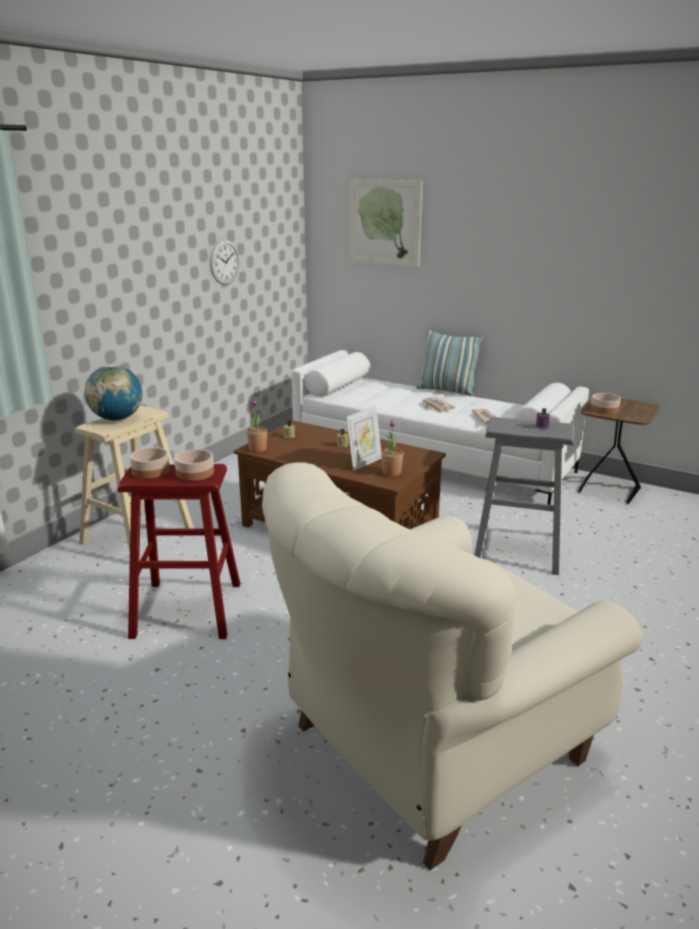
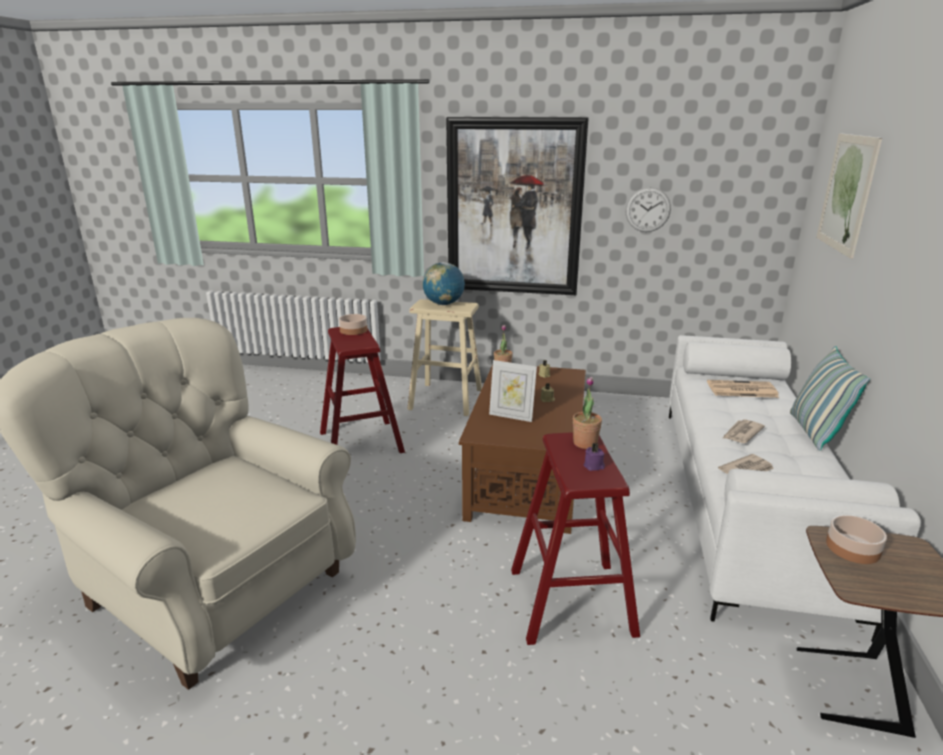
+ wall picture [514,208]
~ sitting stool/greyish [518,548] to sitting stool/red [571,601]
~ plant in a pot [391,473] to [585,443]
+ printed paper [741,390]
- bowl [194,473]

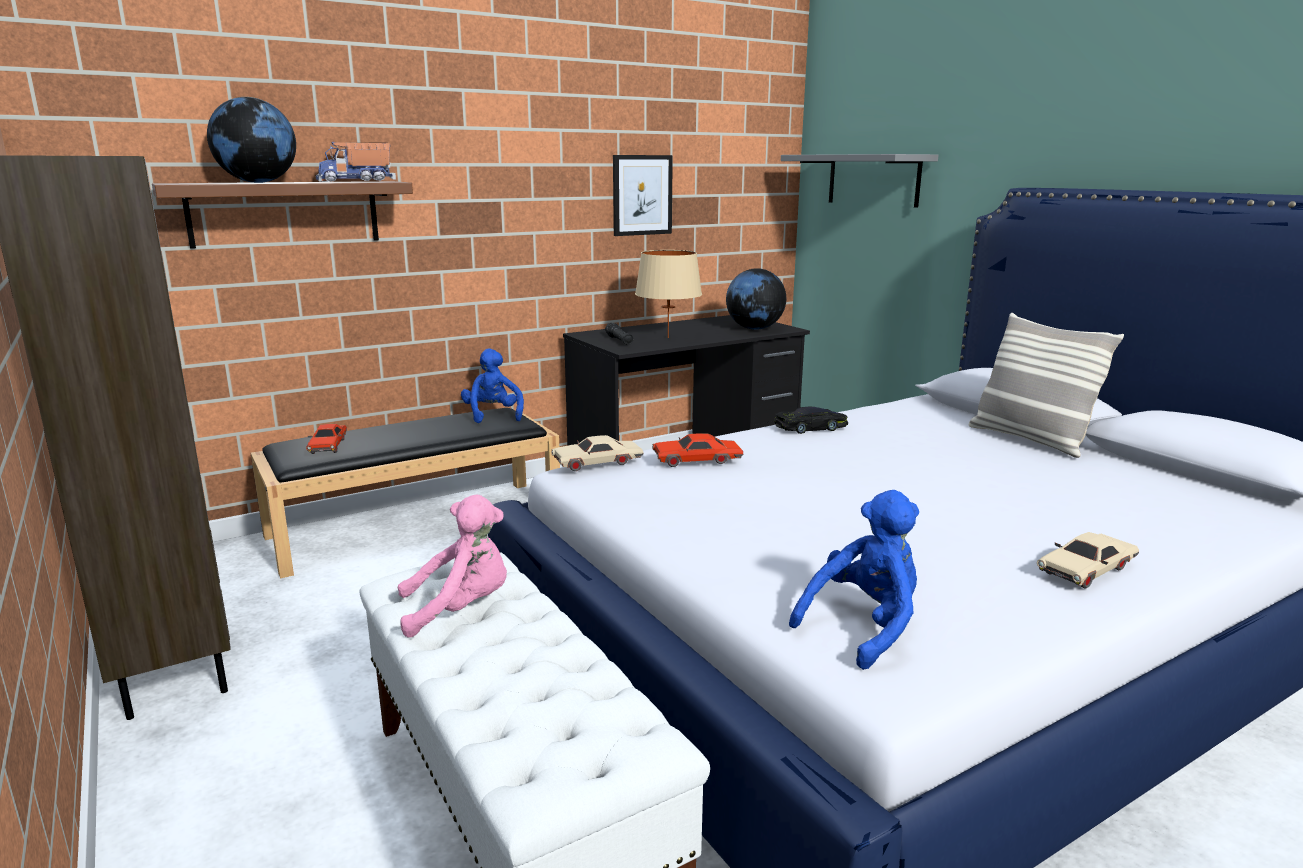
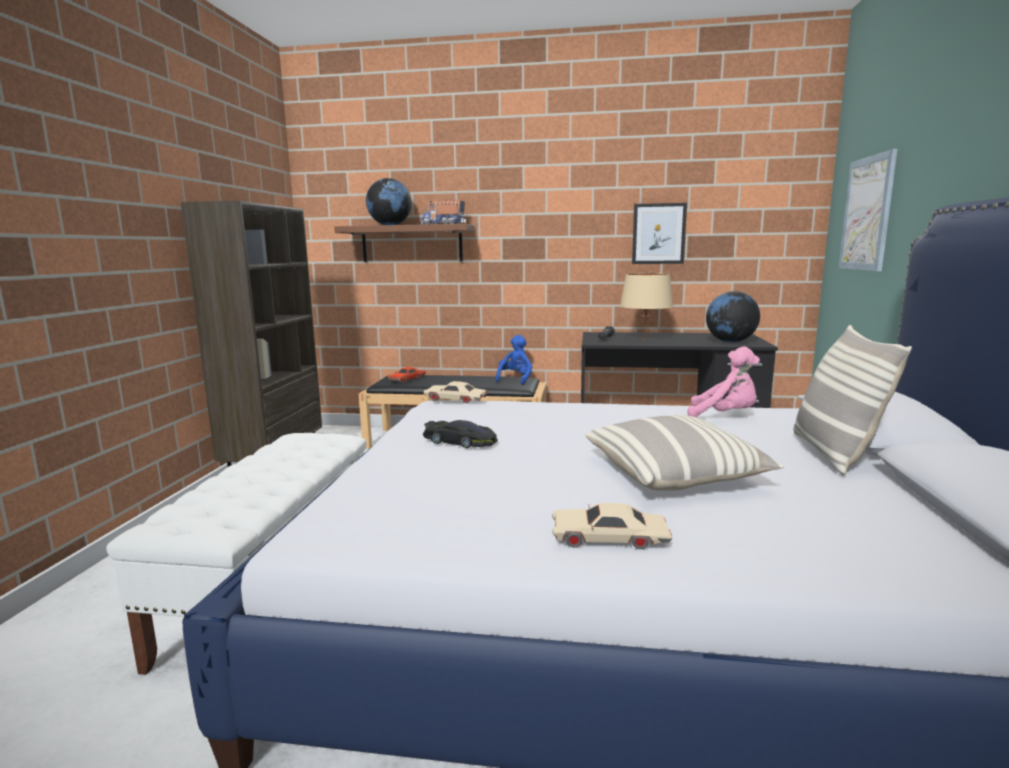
~ model car/black-coloured [811,427] to [460,441]
+ throw pillow [675,475]
~ soft toy/pinkish [460,609] to [724,416]
~ bracket shelf/greyish [873,180] to wall picture [867,214]
- model car/red [697,460]
- soft toy/blue-coloured [863,627]

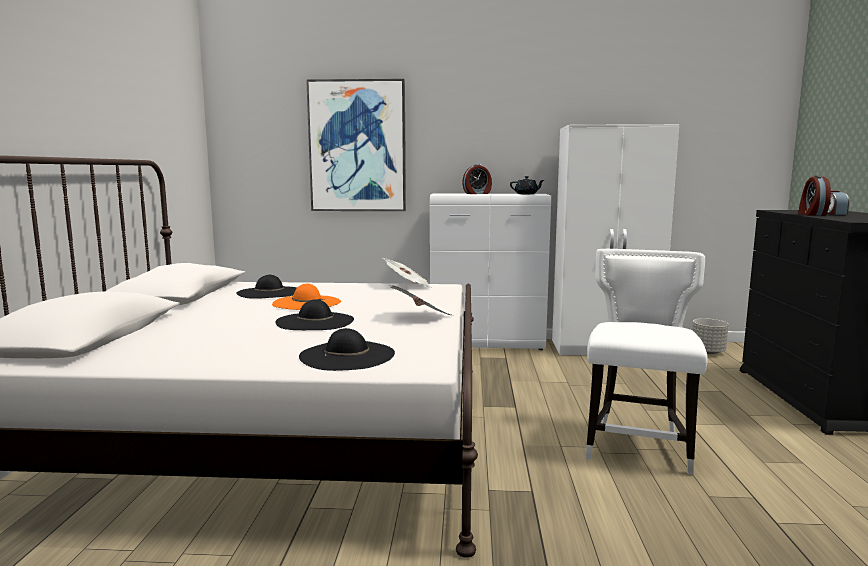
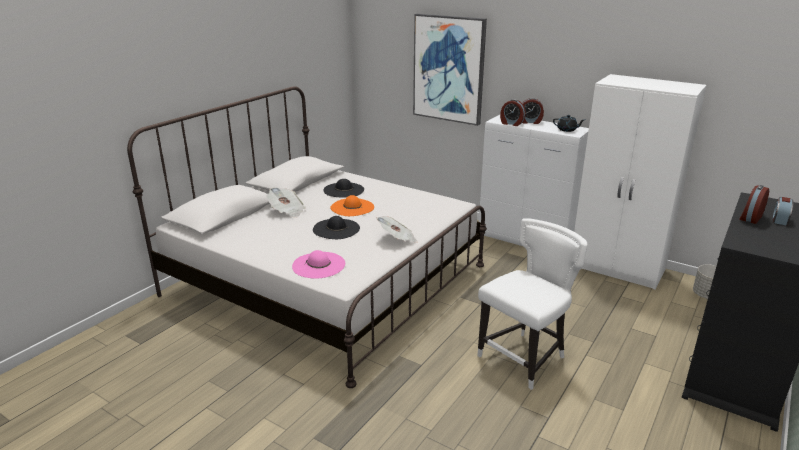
~ printed paper [408,286] to [287,211]
~ clothing hat/black-coloured [347,355] to clothing hat/pinkish [319,265]
+ bedside clock [511,123]

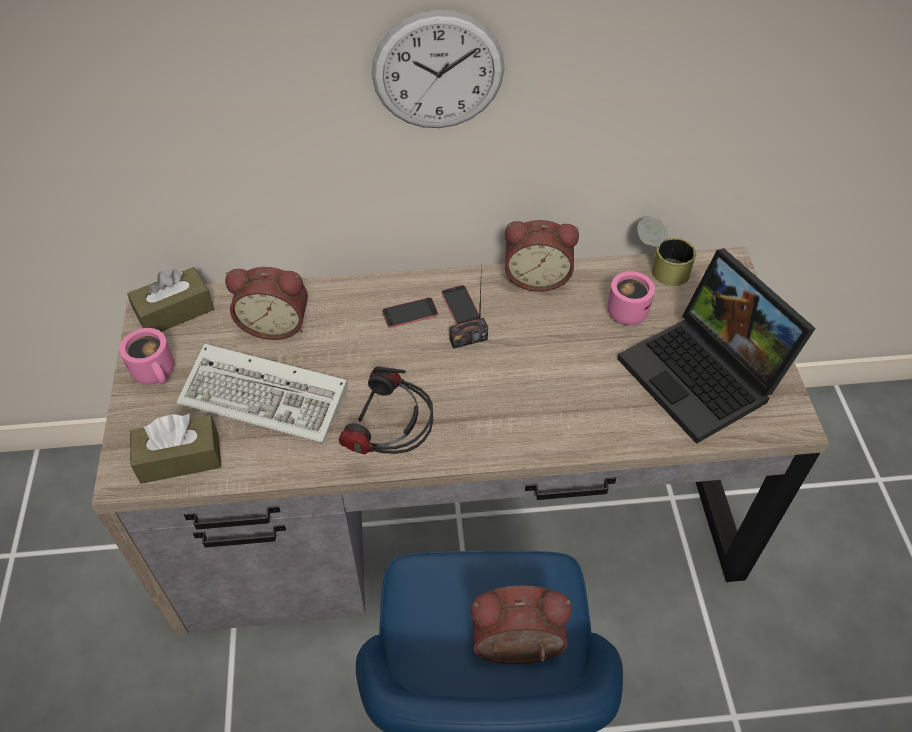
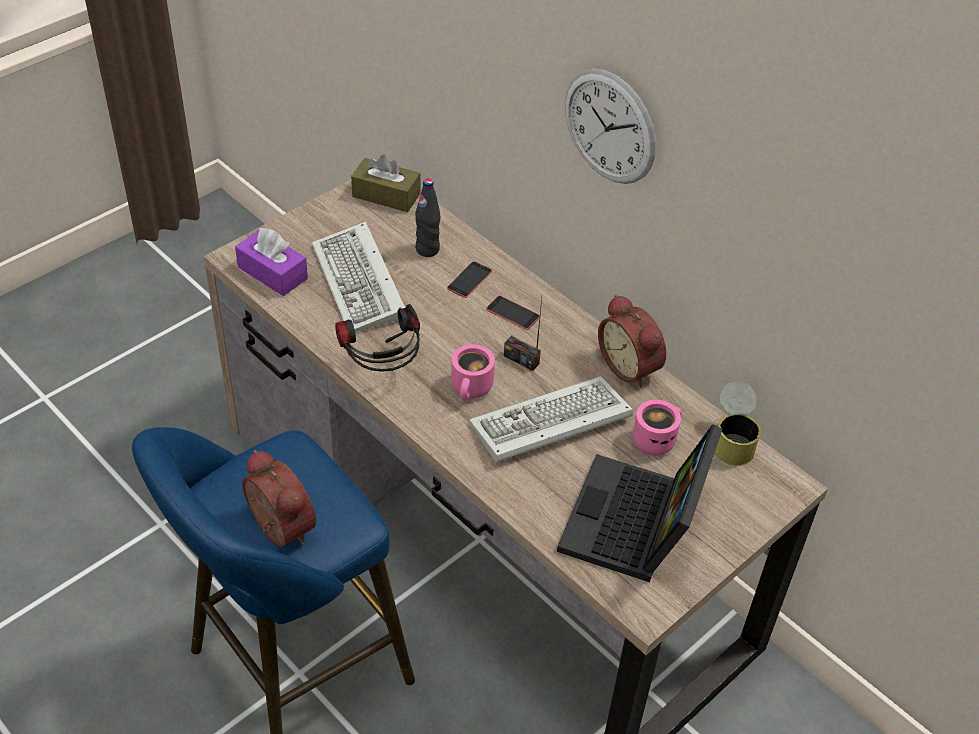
~ tissue box/brownish [180,458] to tissue box/purplish [272,273]
~ bedside clock [276,324] to drink bottle/black-coloured [427,249]
~ handset [461,306] to [469,280]
~ coffee mug/pinkish [157,372] to [472,389]
+ PC keyboard [547,425]

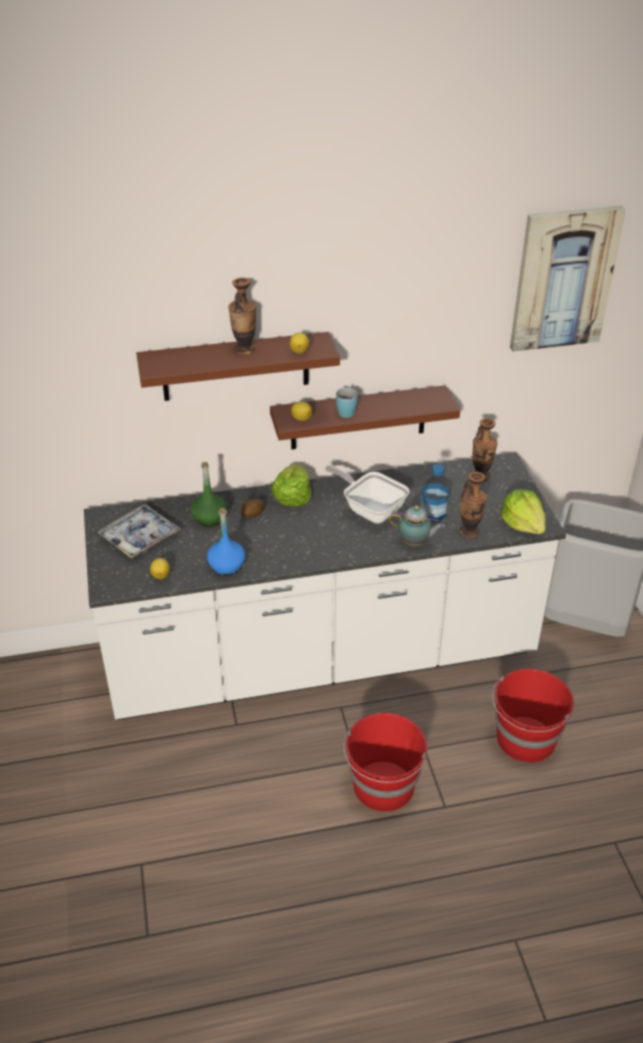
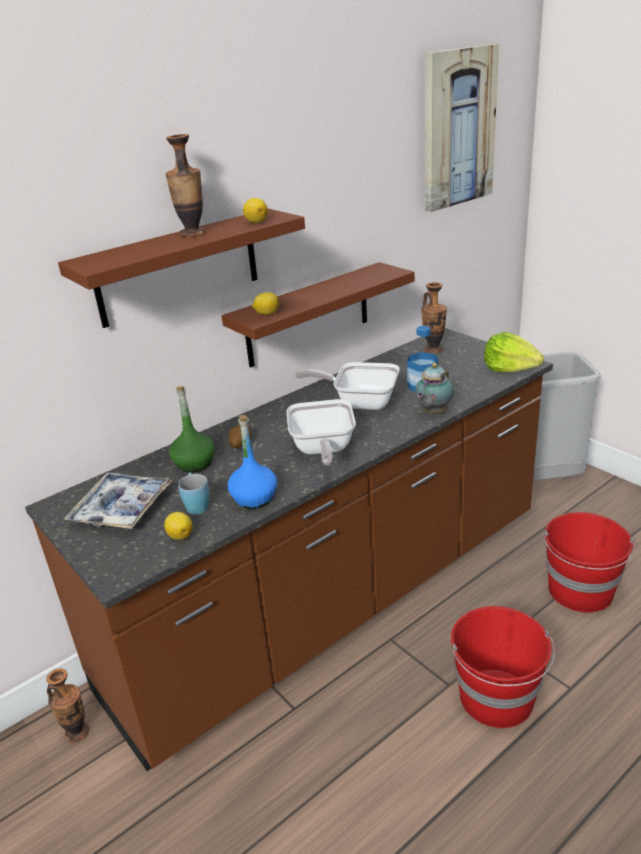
~ counter/whitish [321,658] to counter/brownish [334,601]
~ flower vase [469,531] to [77,732]
~ coffee mug/blue-coloured [347,410] to [196,504]
+ pan [322,450]
~ pot for tea [415,543] = [432,412] 135 degrees clockwise
- lettuce [292,497]

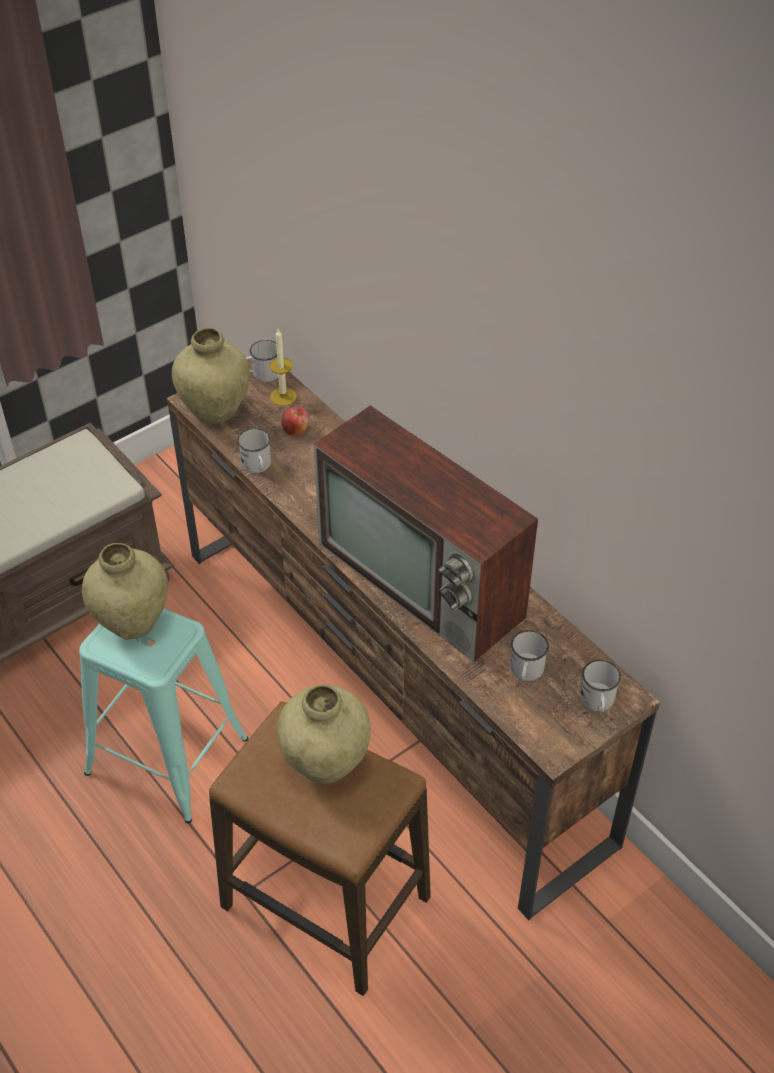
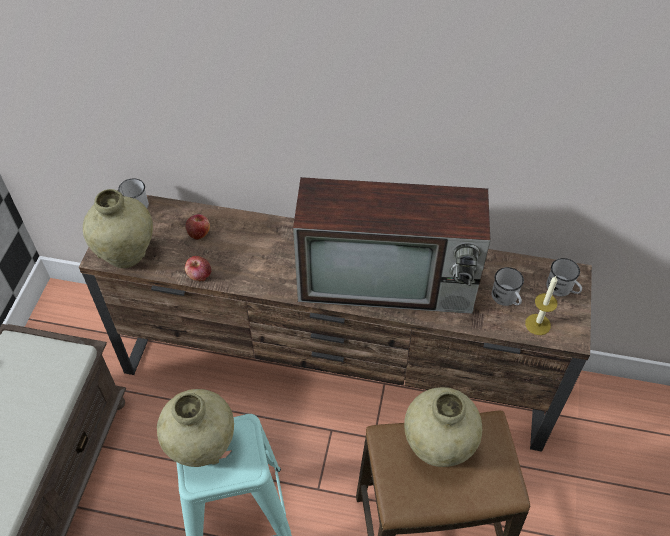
~ coffee mug/whitish [257,466] to apple fruit [199,275]
~ wax light [283,396] to [537,324]

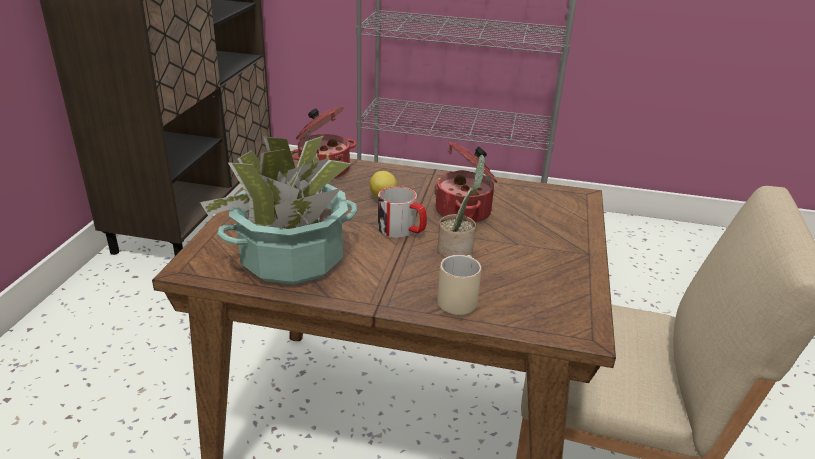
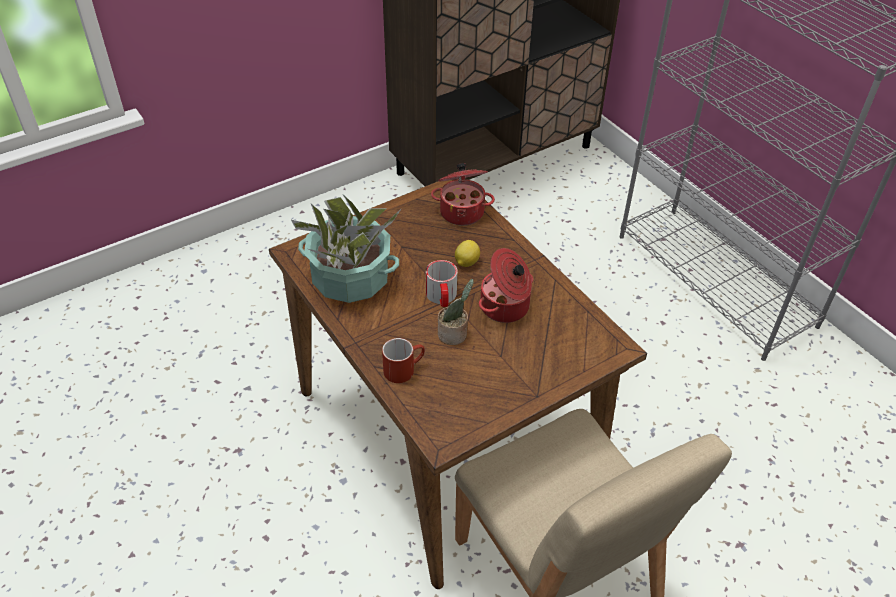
~ coffee mug/beige-coloured [458,298] to coffee mug/red [404,368]

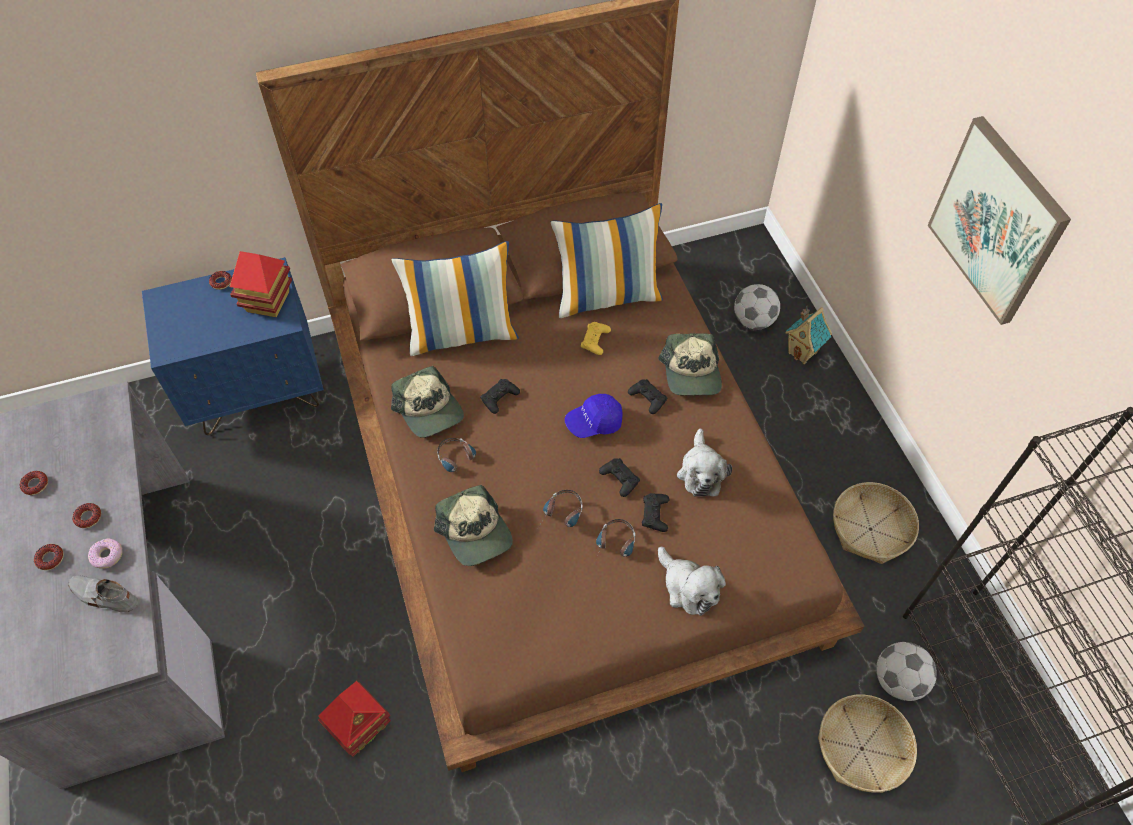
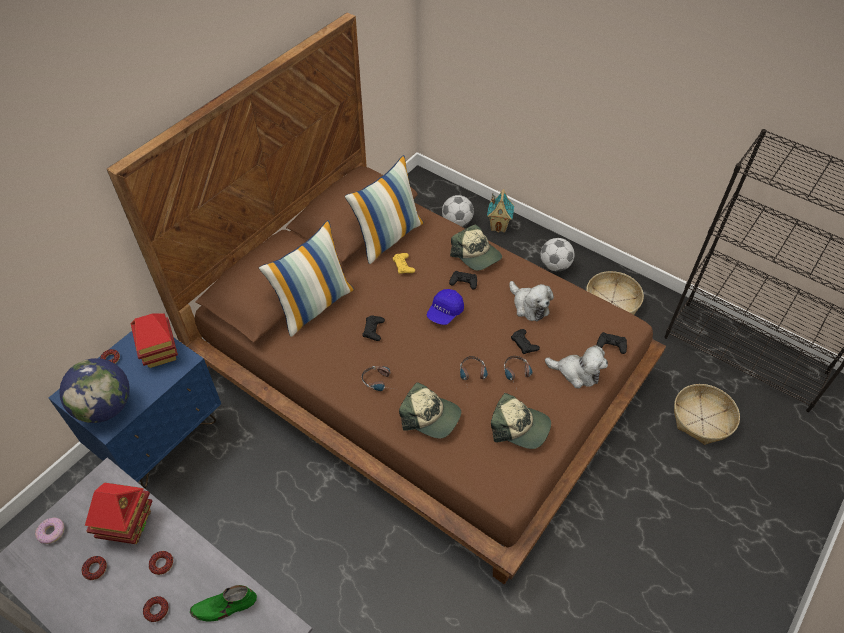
~ doughnut [107,556] to [52,532]
+ world globe [105,407]
~ model house [360,727] to [128,524]
~ shoe/greyish [104,596] to shoe/greenish [224,606]
~ cap [429,410] to [519,427]
~ football [898,680] to [555,265]
~ joypad/black-coloured [619,479] to [611,345]
- wall picture [996,221]

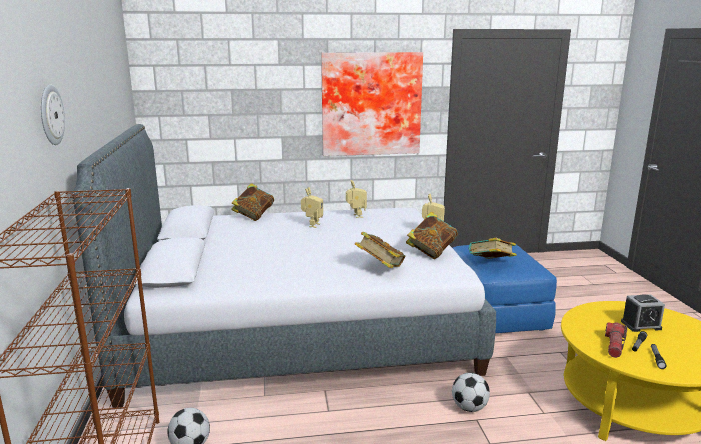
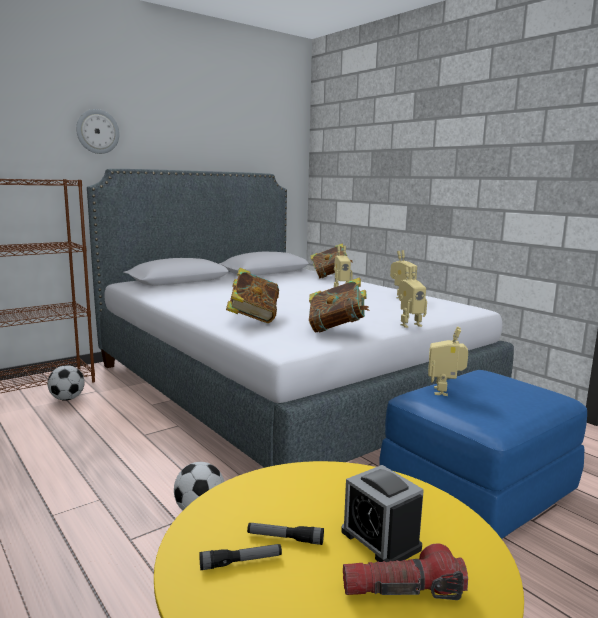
~ flashlight [614,346] to [403,590]
~ bound book [491,264] to toy robot [445,392]
- wall picture [371,104]

